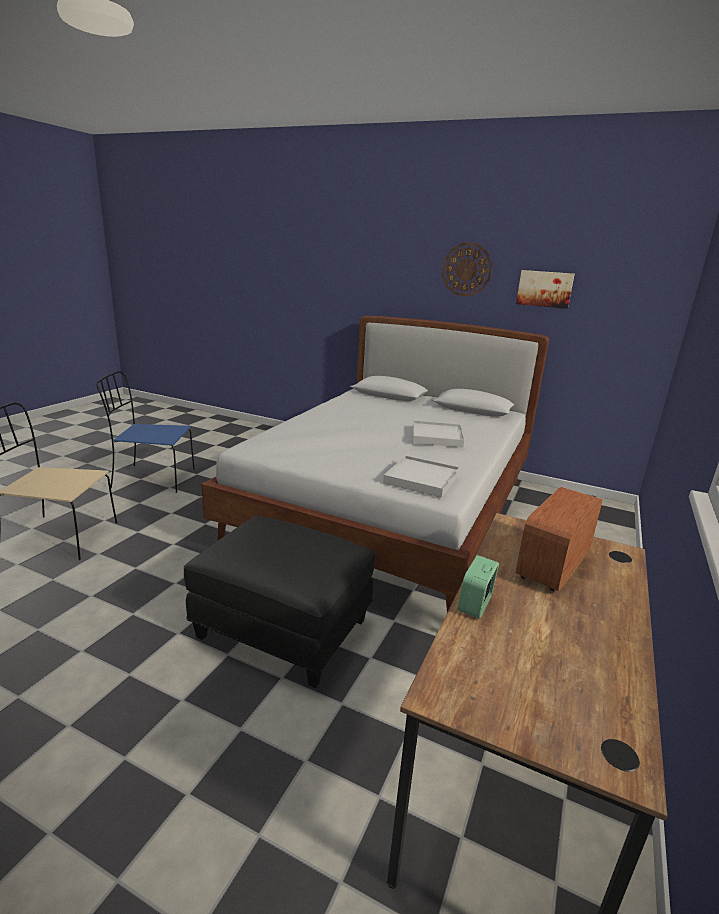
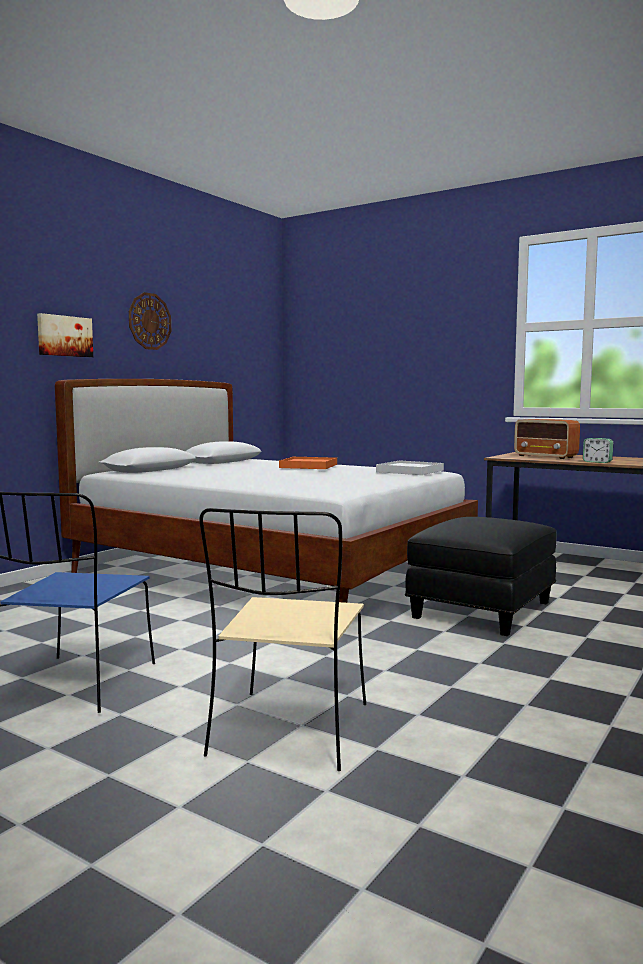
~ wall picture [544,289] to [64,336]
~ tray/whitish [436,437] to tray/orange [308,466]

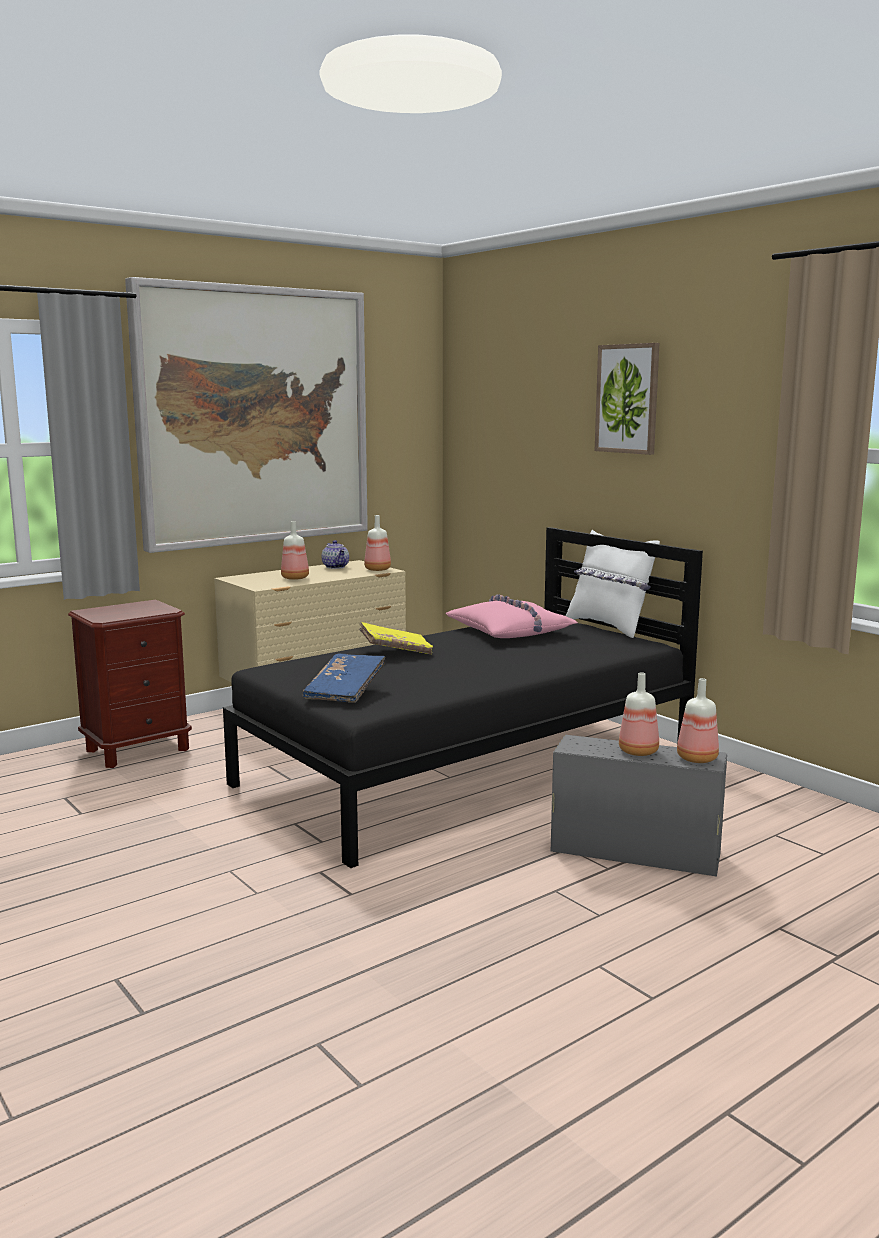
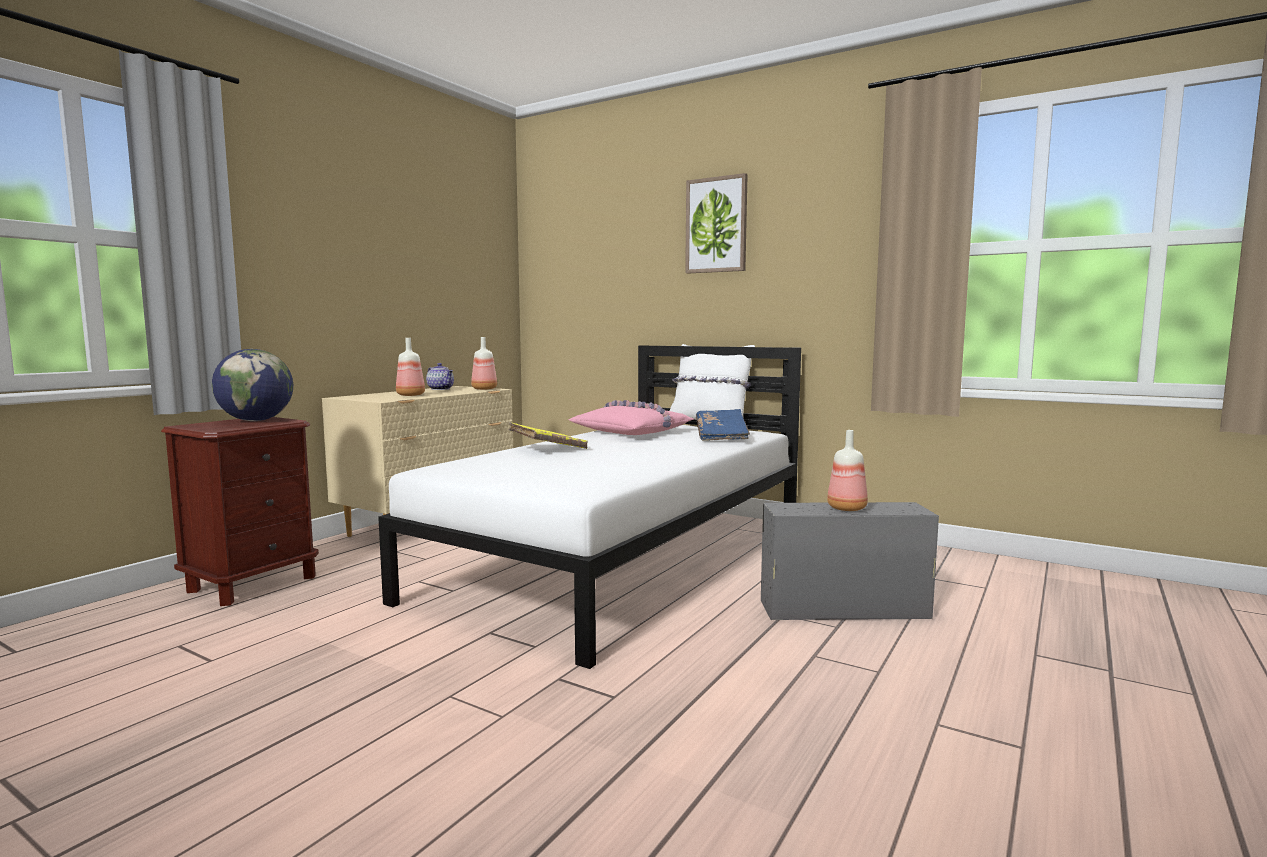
+ world globe [256,420]
~ bedroom bed/black-coloured [469,767] to bedroom bed/whitish [624,558]
~ bound book/blue-coloured [345,691] to [721,436]
- wall picture [254,416]
- drink bottle [695,759]

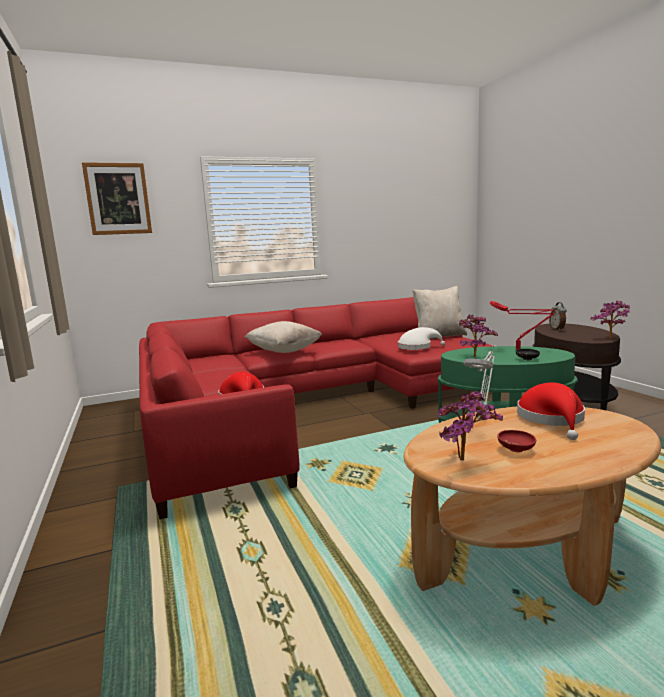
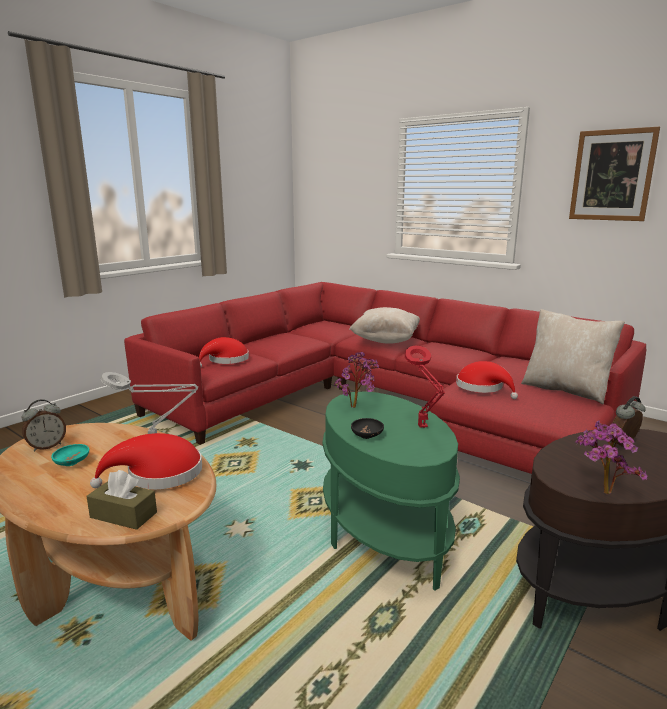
~ plant in a pot [466,461] to bedside clock [47,446]
~ bowl/red [516,449] to bowl/turquoise [72,463]
+ tissue box/brownish [123,515]
~ clothing hat/whitish [417,347] to clothing hat/red [482,387]
~ wall picture [118,199] to [612,175]

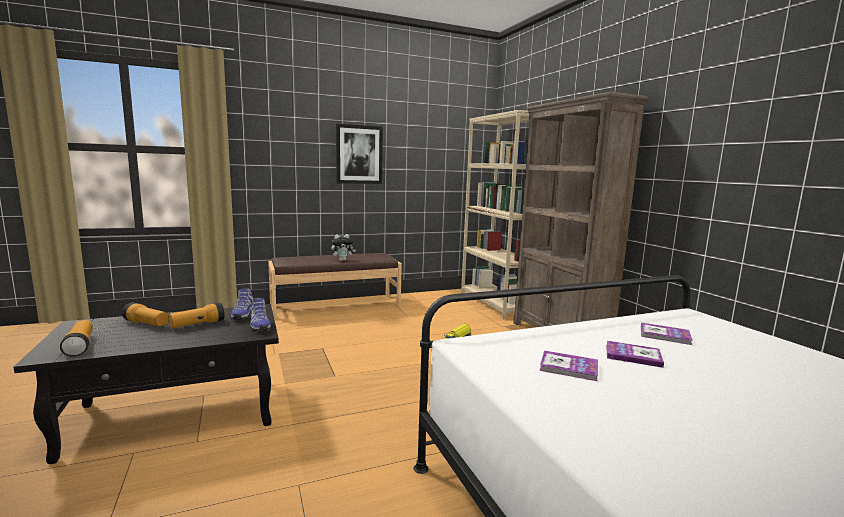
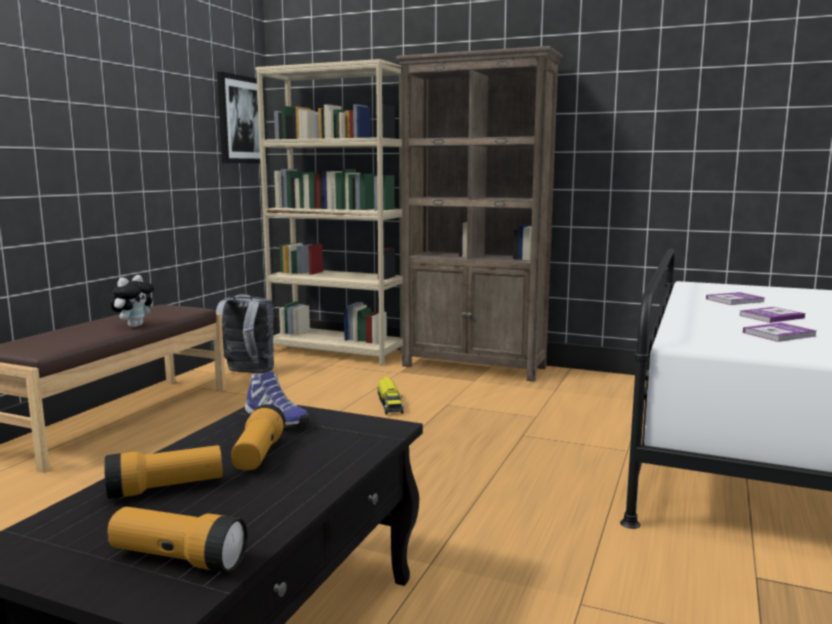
+ knapsack/greyish [247,374]
~ wall picture [359,154] to [241,120]
- shoe [259,326]

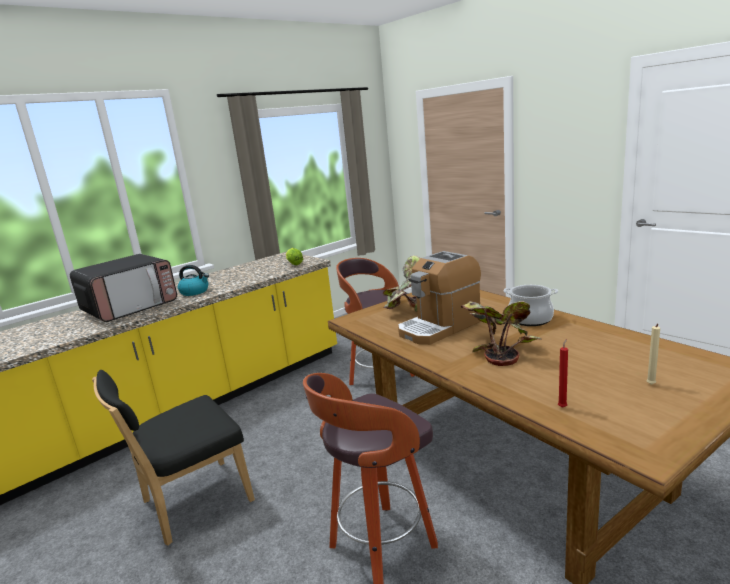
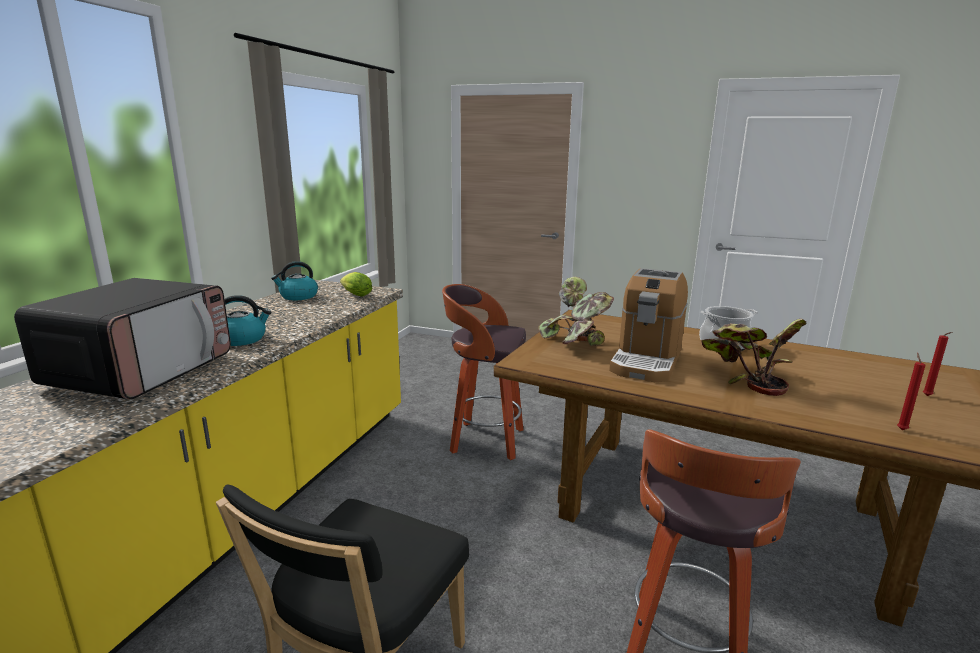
+ kettle [298,296]
~ wax light/beige-coloured [650,385] to wax light/red [928,396]

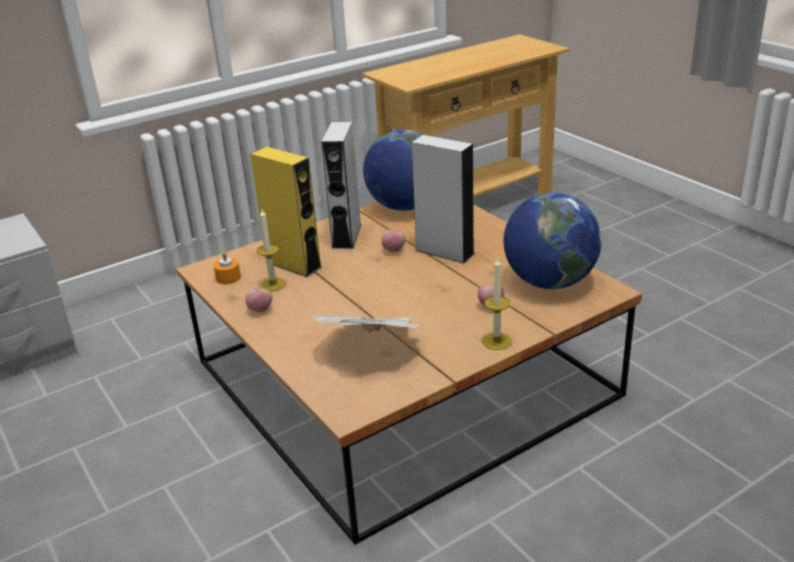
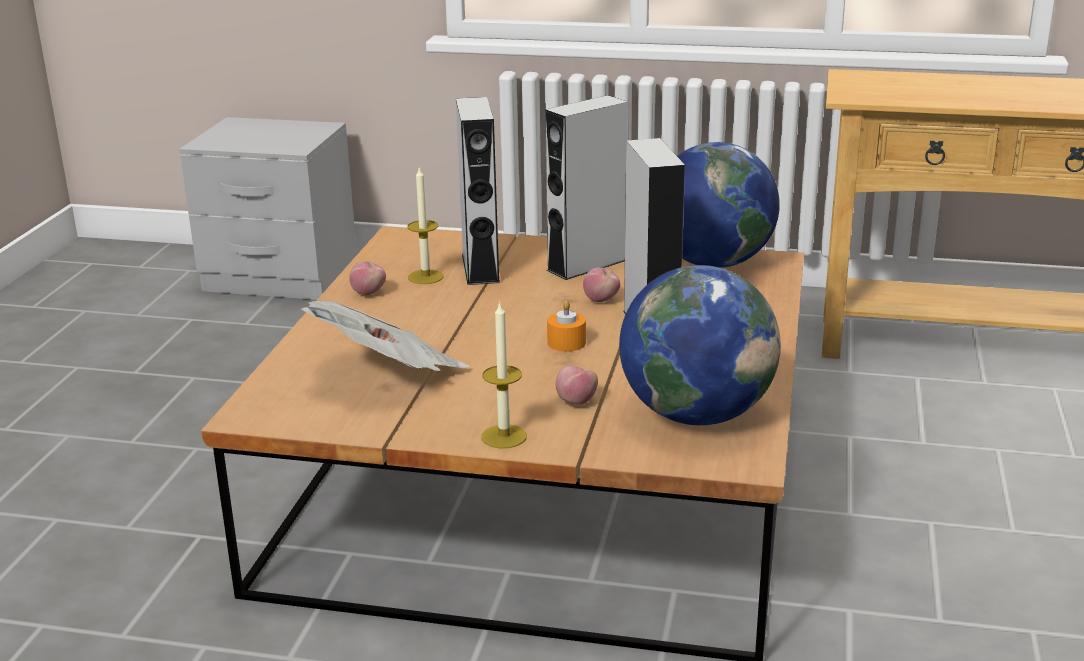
~ loudspeaker/yellow-coloured [293,264] to loudspeaker/greyish [480,268]
~ wax light/orange [228,278] to [566,342]

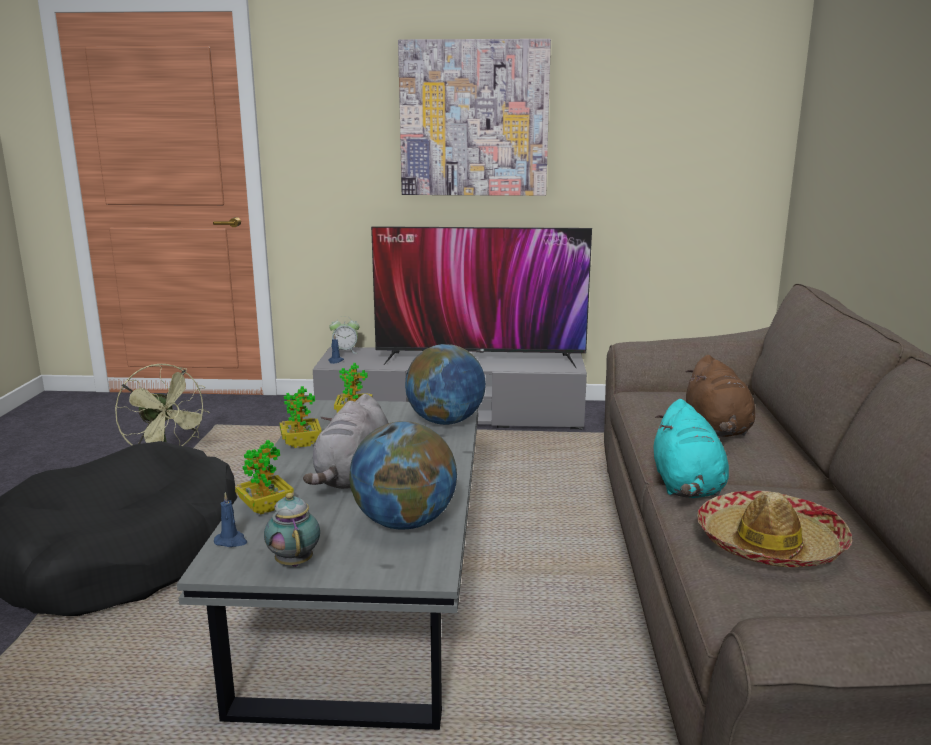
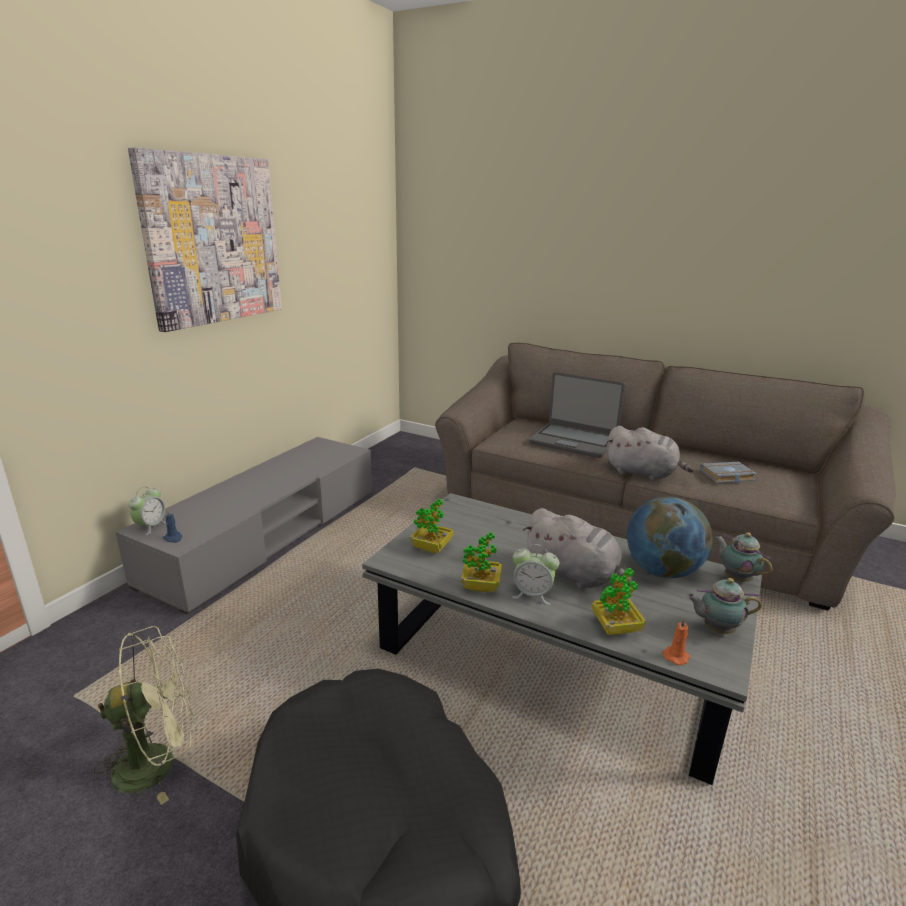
+ bedside clock [532,595]
~ soft toy/brownish [717,429] to notebook computer [573,441]
~ soft toy/turquoise [687,486] to soft toy/greyish [643,473]
~ wax light/blue-coloured [231,541] to wax light/orange [676,656]
~ clothing hat [769,544] to bound book/greyish [726,476]
+ pot for tea [736,578]
- TV set [480,358]
- world globe [445,421]

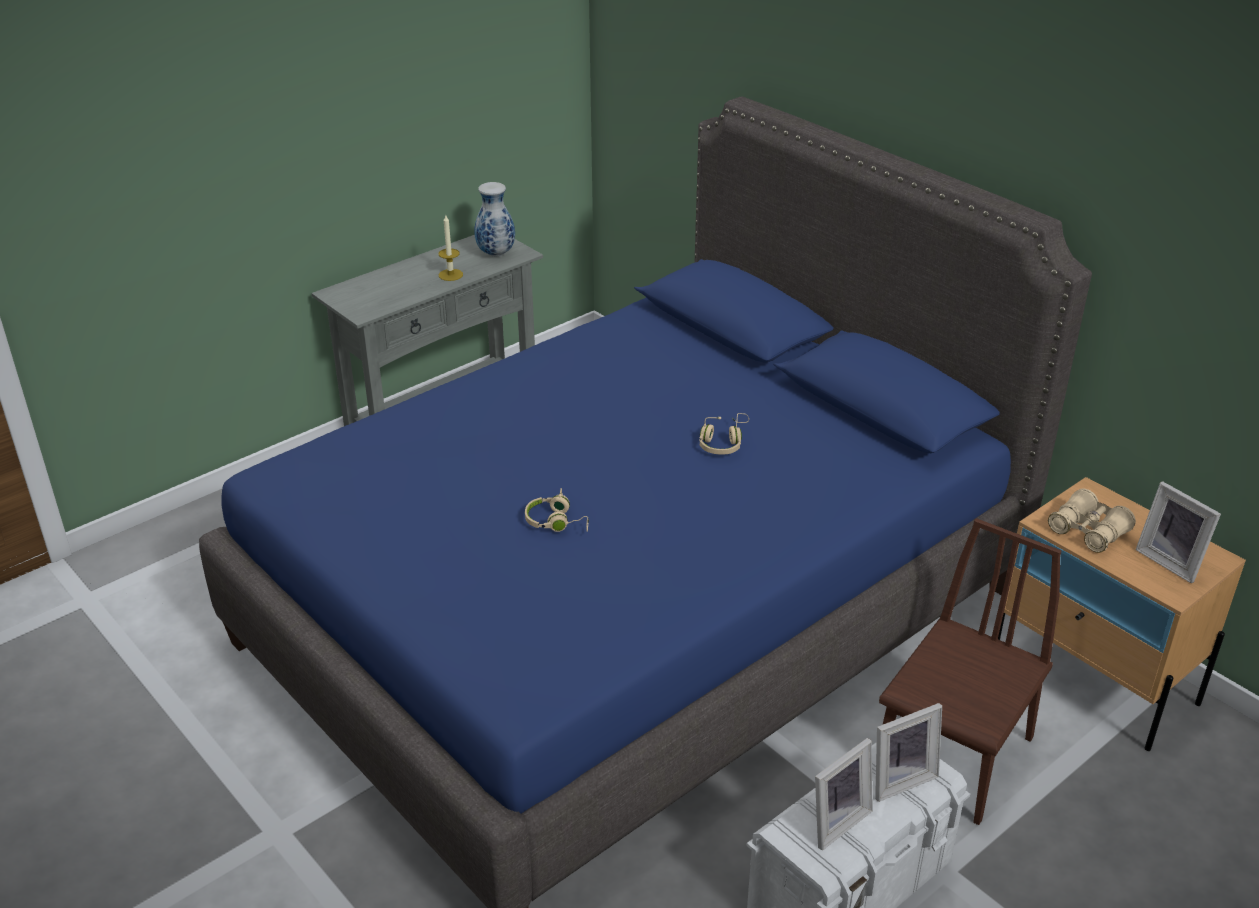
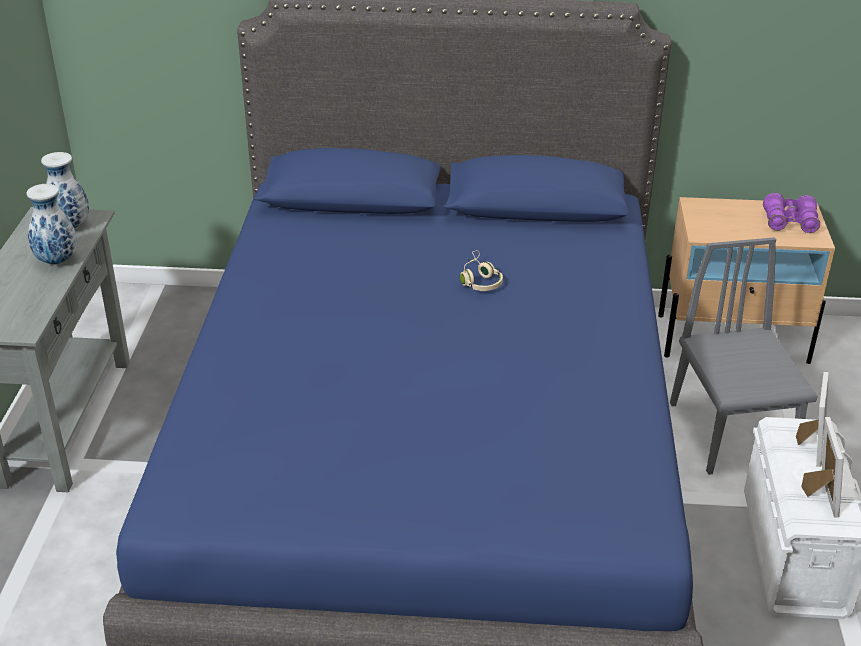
~ wax light [450,275] to flower vase [56,261]
~ chair/brownish [953,755] to chair/greyish [731,433]
~ picture frame [1171,561] to binoculars/purplish [789,222]
- headset/beige-coloured [557,522]
- binoculars/beige-coloured [1088,531]

